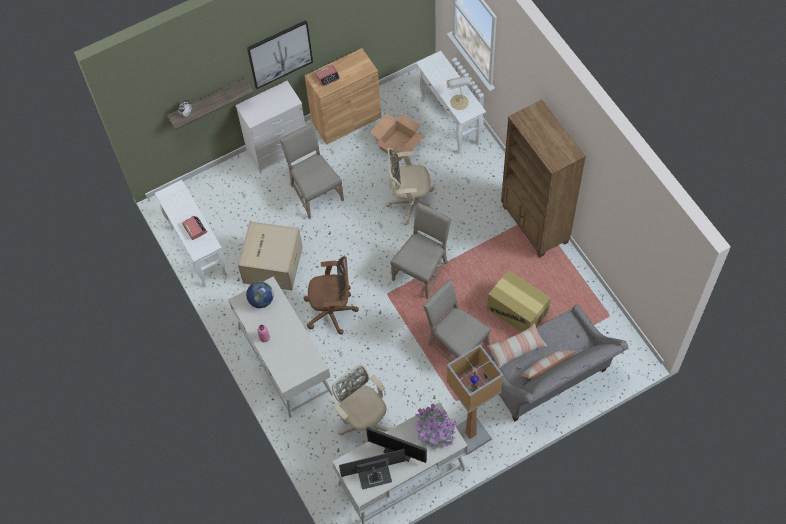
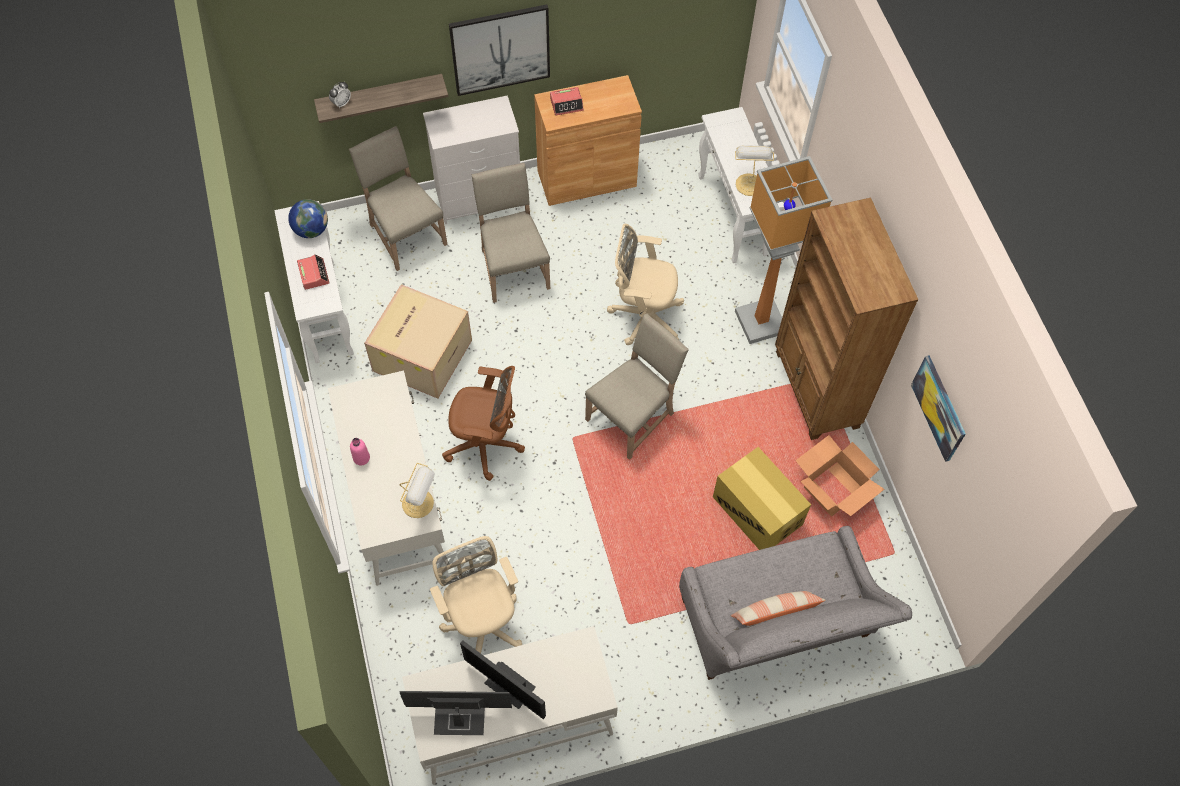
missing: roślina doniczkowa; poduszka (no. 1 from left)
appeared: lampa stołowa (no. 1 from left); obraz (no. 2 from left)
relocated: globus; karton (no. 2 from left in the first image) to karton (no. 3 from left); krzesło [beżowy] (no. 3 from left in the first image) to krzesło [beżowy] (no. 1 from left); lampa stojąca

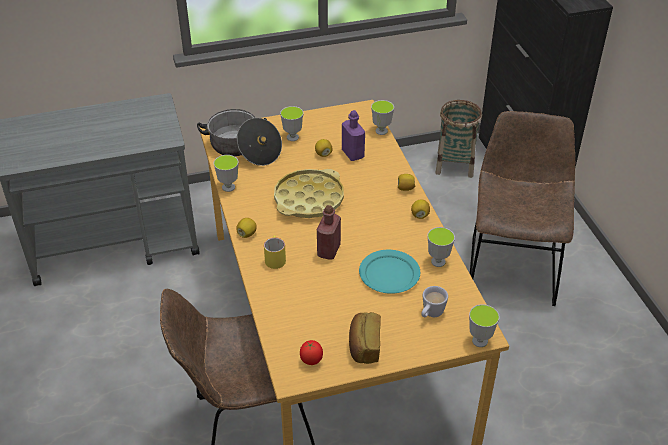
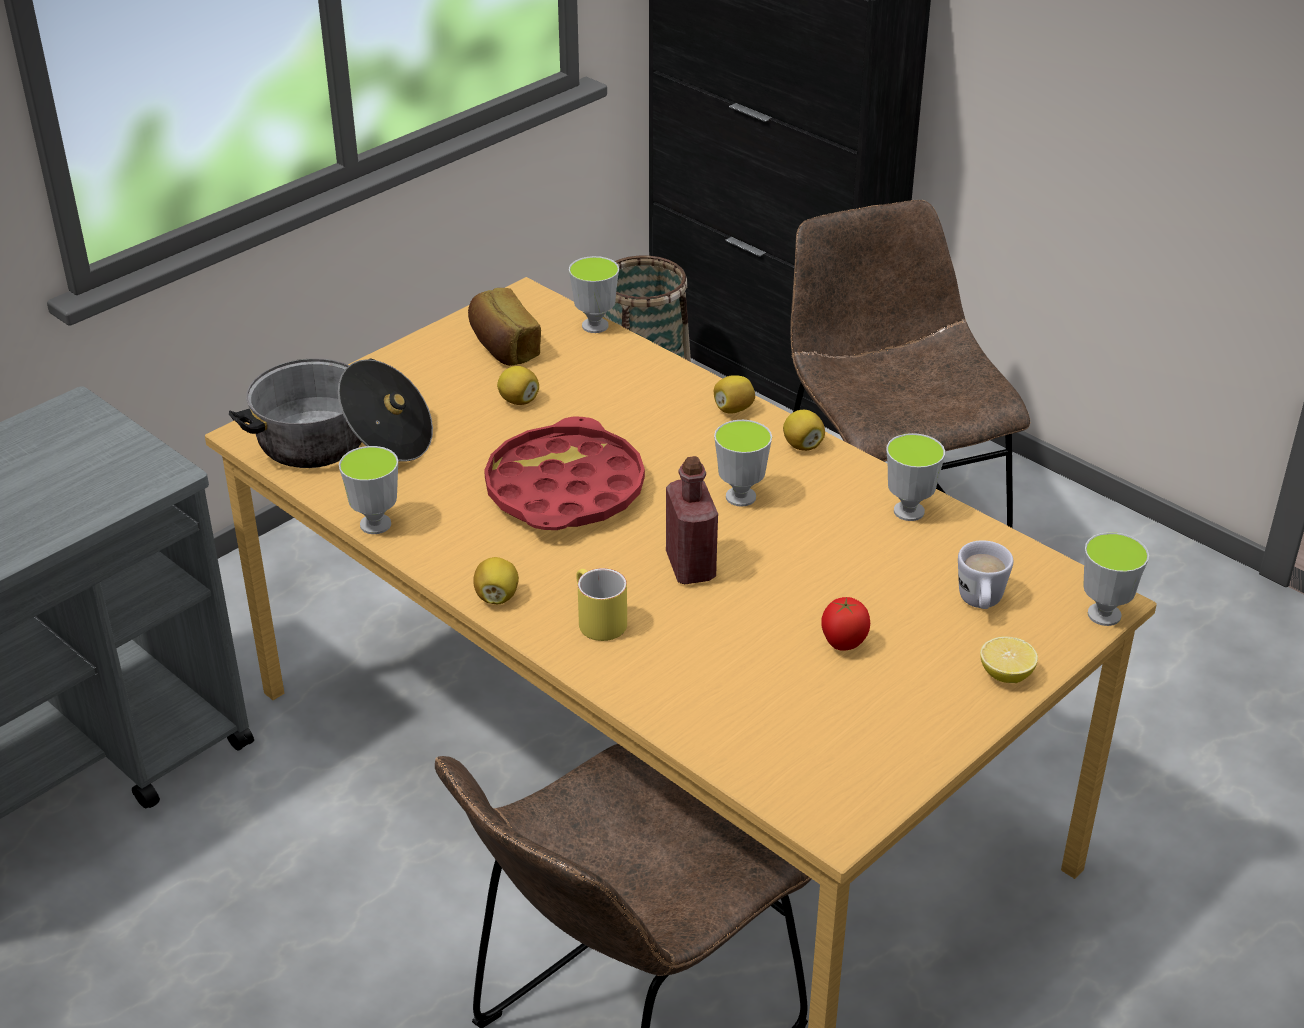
missing: butelka [fioletowy]; talerz [turkusowy]
appeared: cytryna (no. 5 from left)
relocated: filiżanka (no. 2 from left in the first image) to filiżanka (no. 3 from left); pomidor; chleb
colour: taca [żółty] to taca [czerwony]

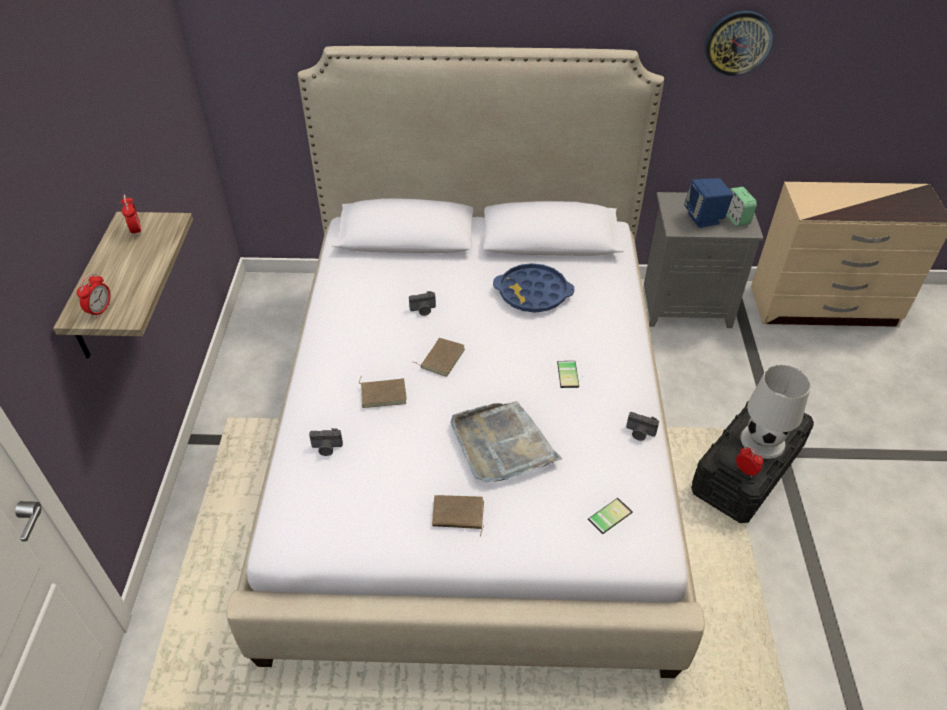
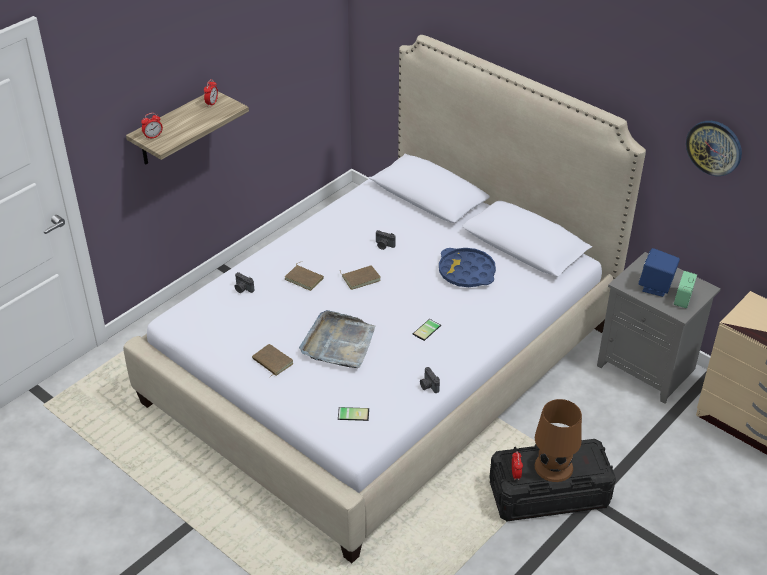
colour: lampa stołowa [biały] to lampa stołowa [brązowy]

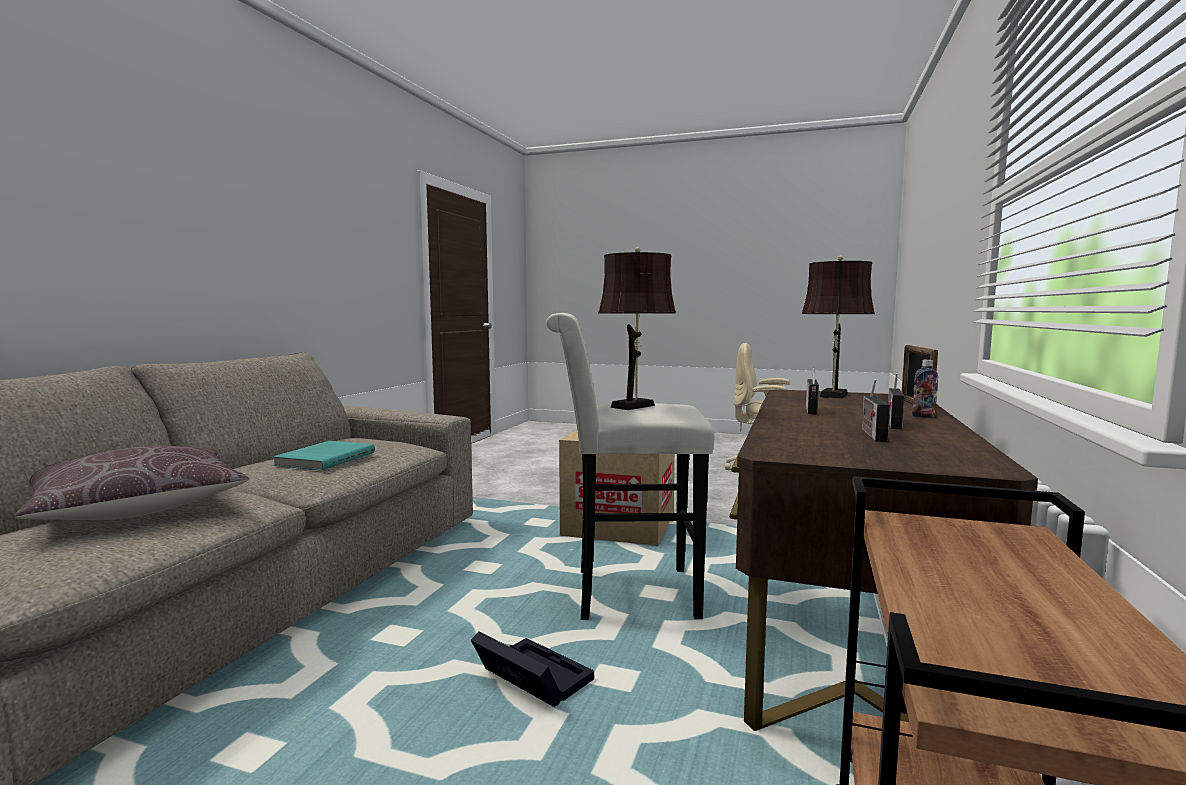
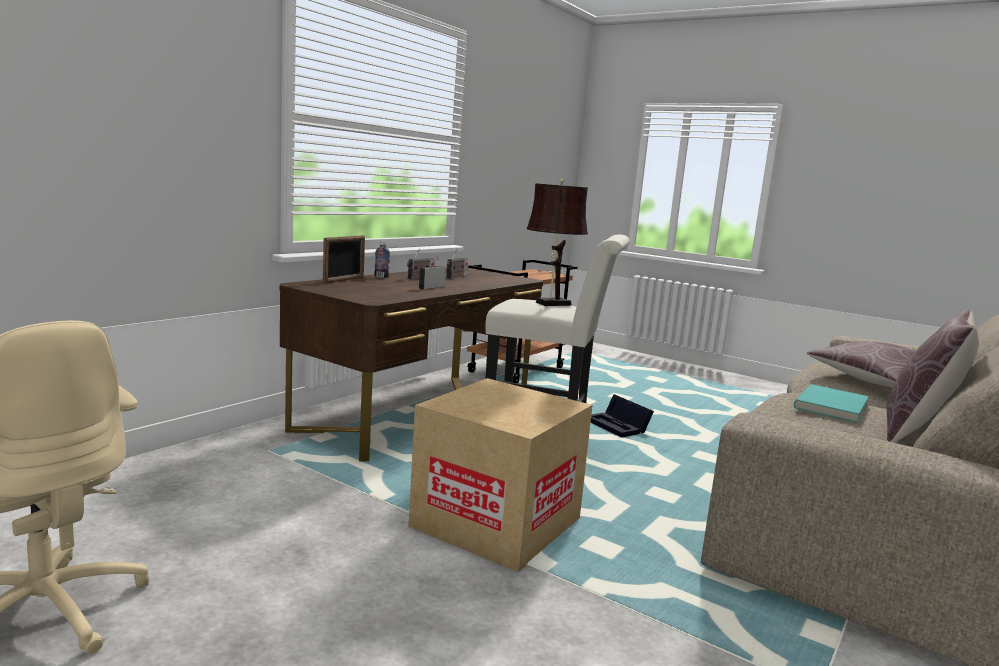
missing: lampa stołowa [brązowy] (no. 2 from left)
appeared: poduszka [brązowy] (no. 2 from left)

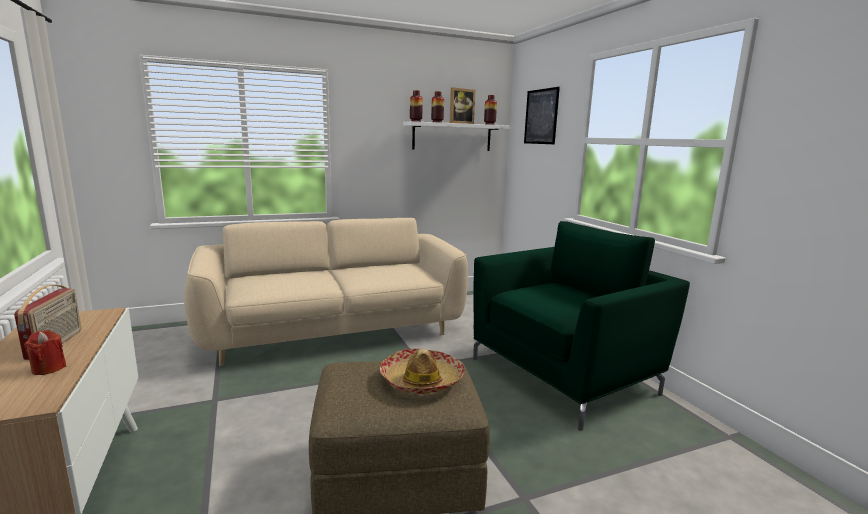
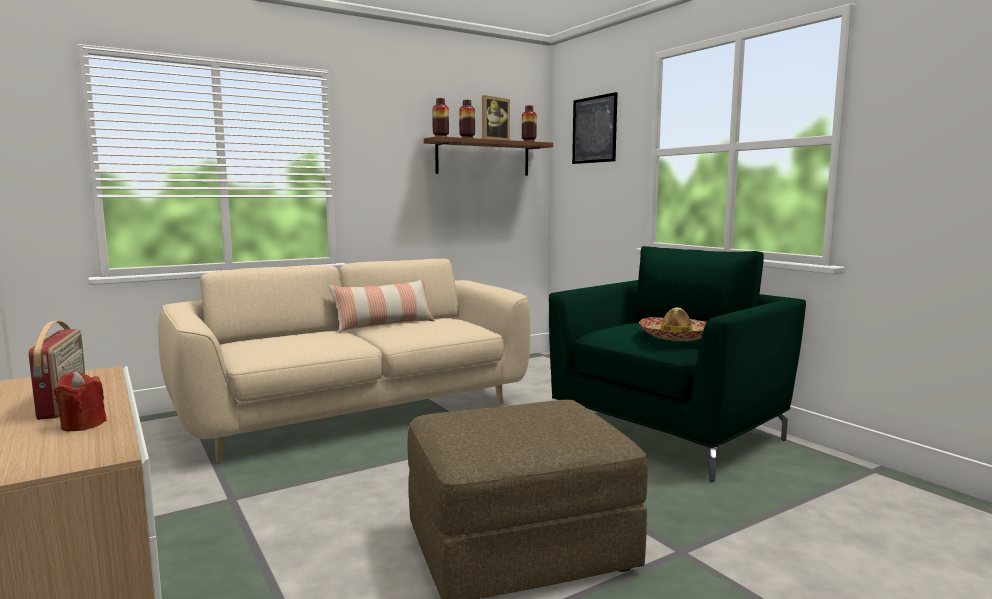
appeared: poduszka
relocated: kapelusz
colour: półka [biały] to półka [brązowy]

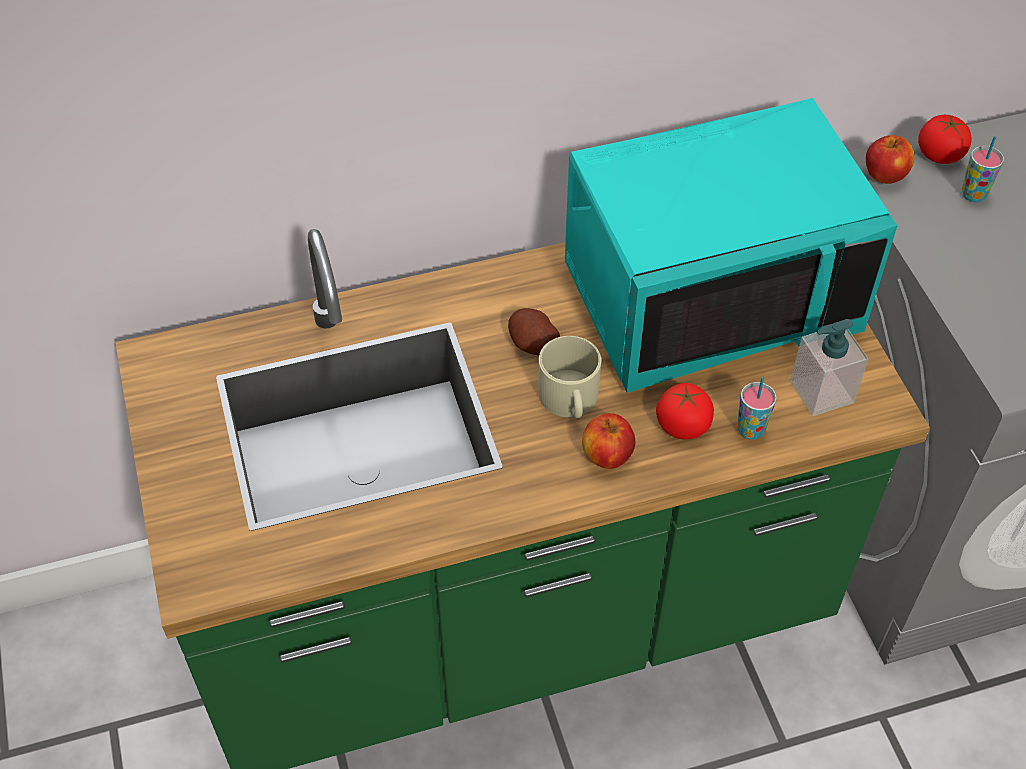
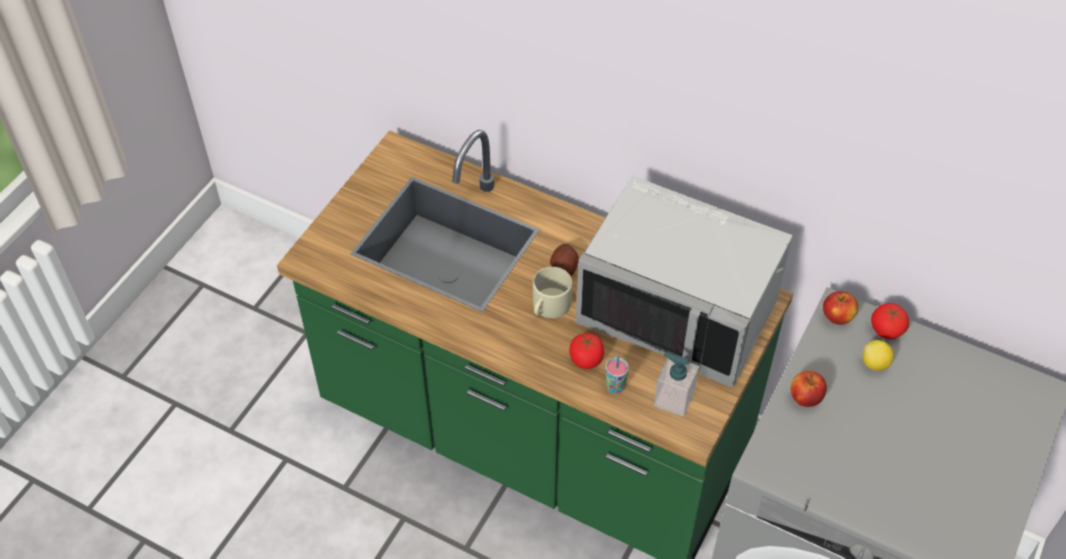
relocated: jabłko (no. 1 from left)
exchanged: filiżanka (no. 2 from left) to cytryna
colour: mikrofalówka [turkusowy] to mikrofalówka [szary]

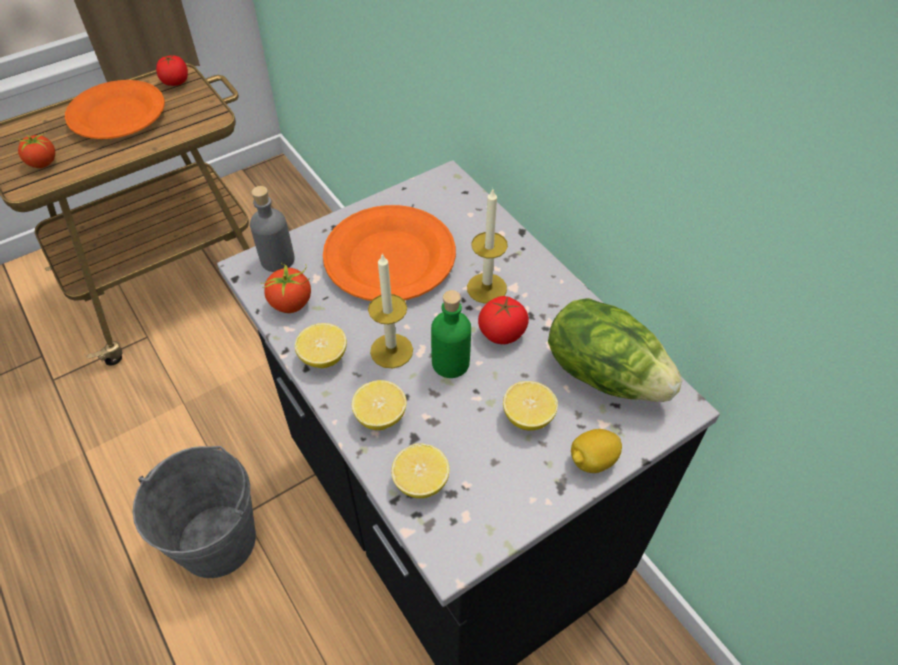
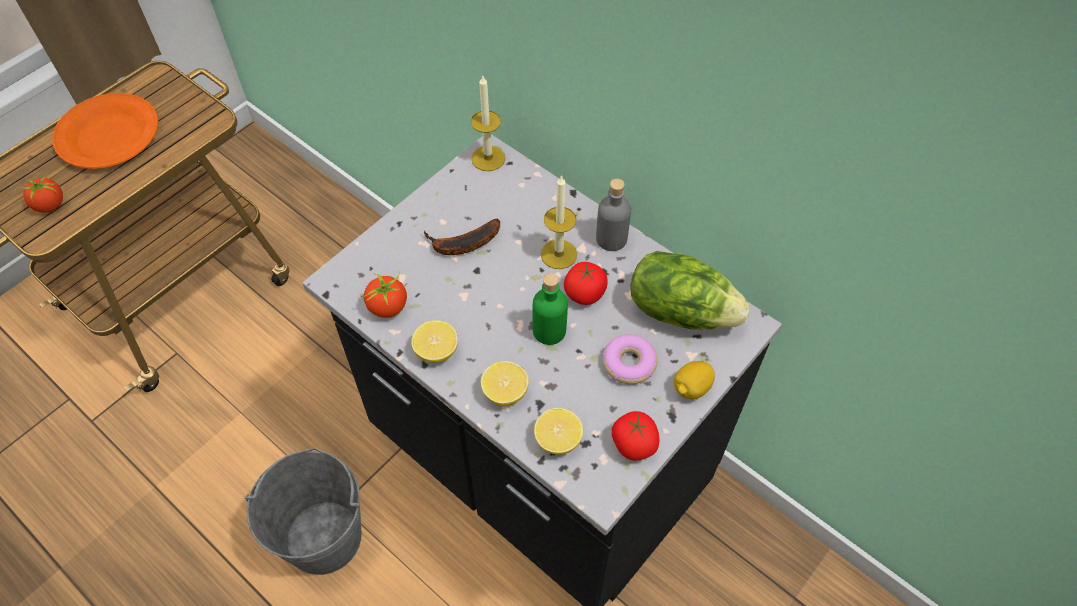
relocated: pomidor (no. 2 from left in the first image) to pomidor (no. 4 from left); butelka [szary]; świeca (no. 1 from left)
exchanged: talerz [pomarańczowy] (no. 2 from left) to banan; cytryna (no. 4 from left) to donut

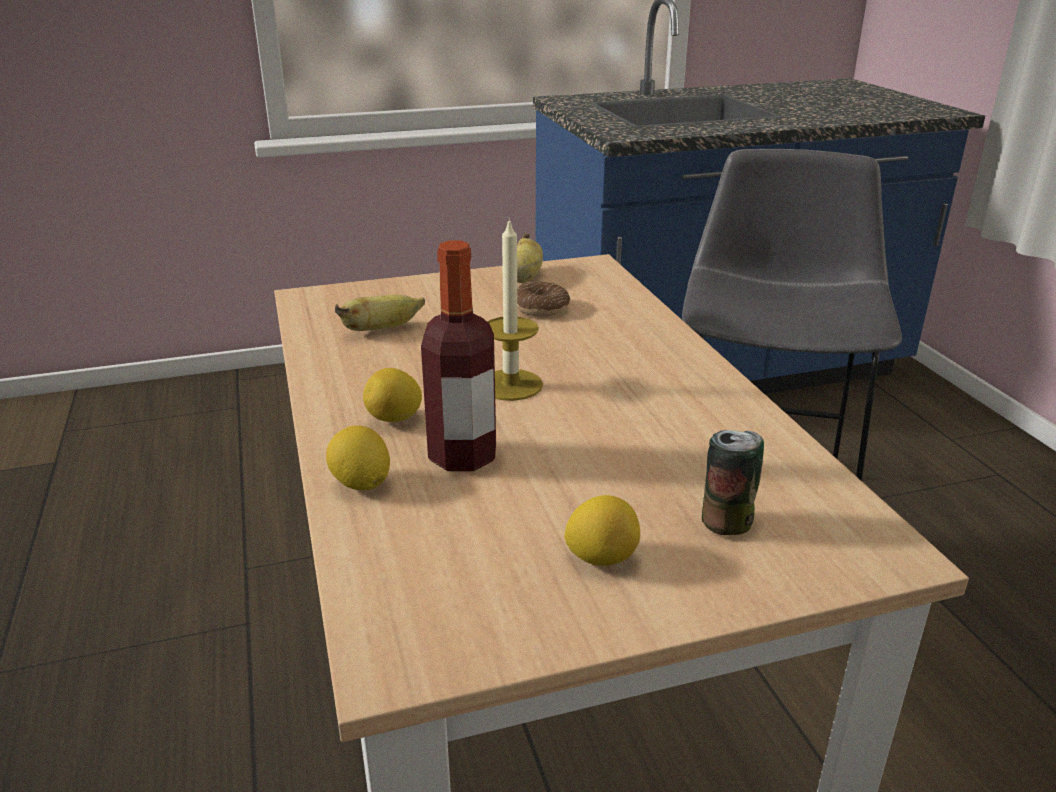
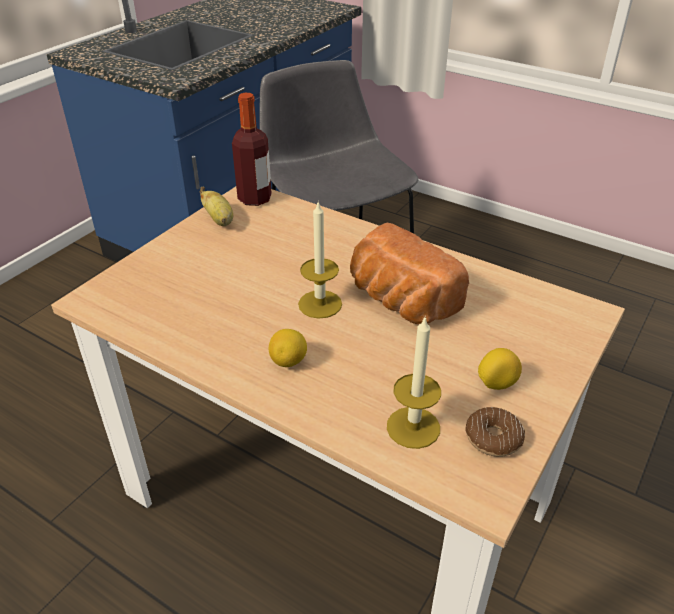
missing: cytryna (no. 1 from left); banan (no. 1 from left); puszka
appeared: chleb; świeca (no. 2 from left)
relocated: butelka; donut

